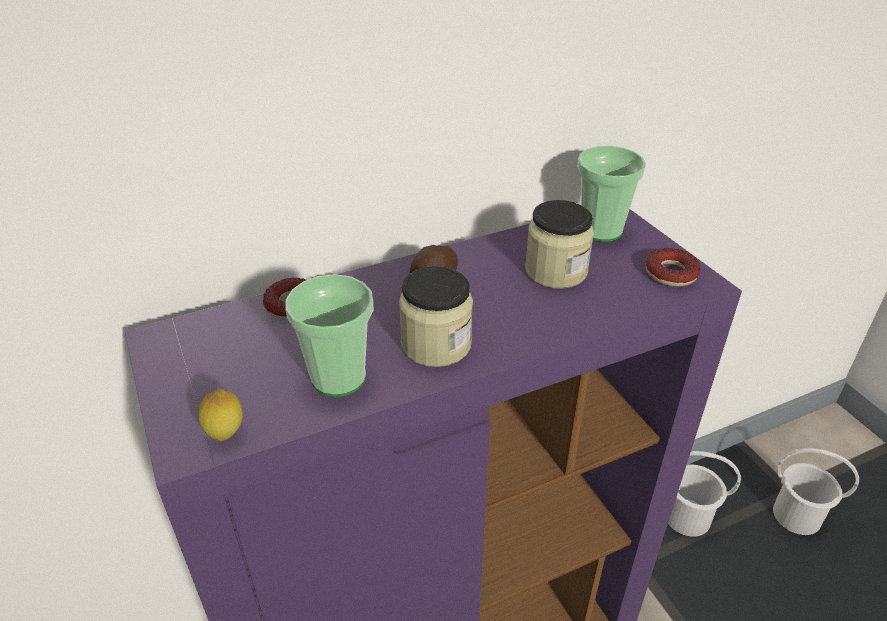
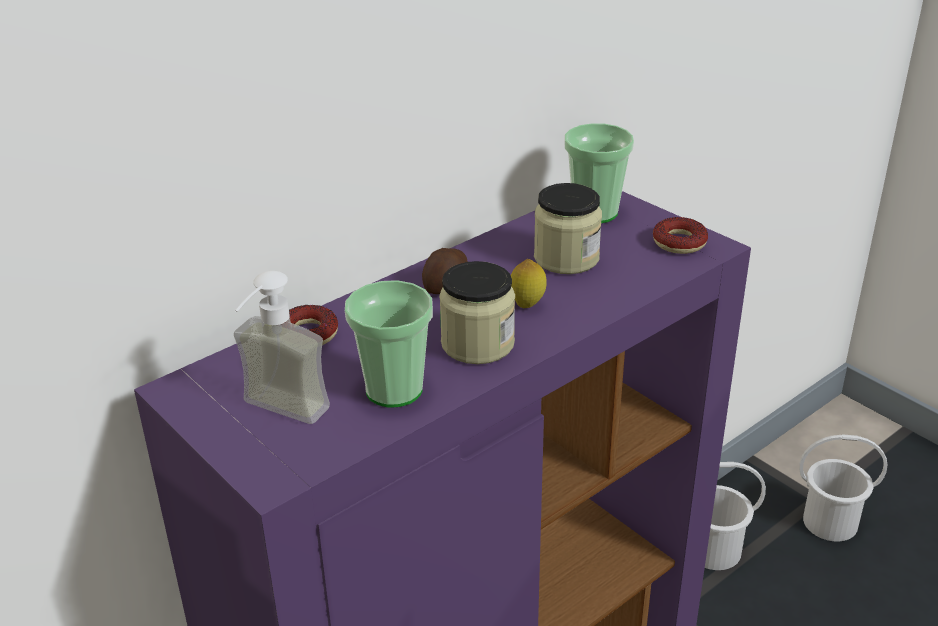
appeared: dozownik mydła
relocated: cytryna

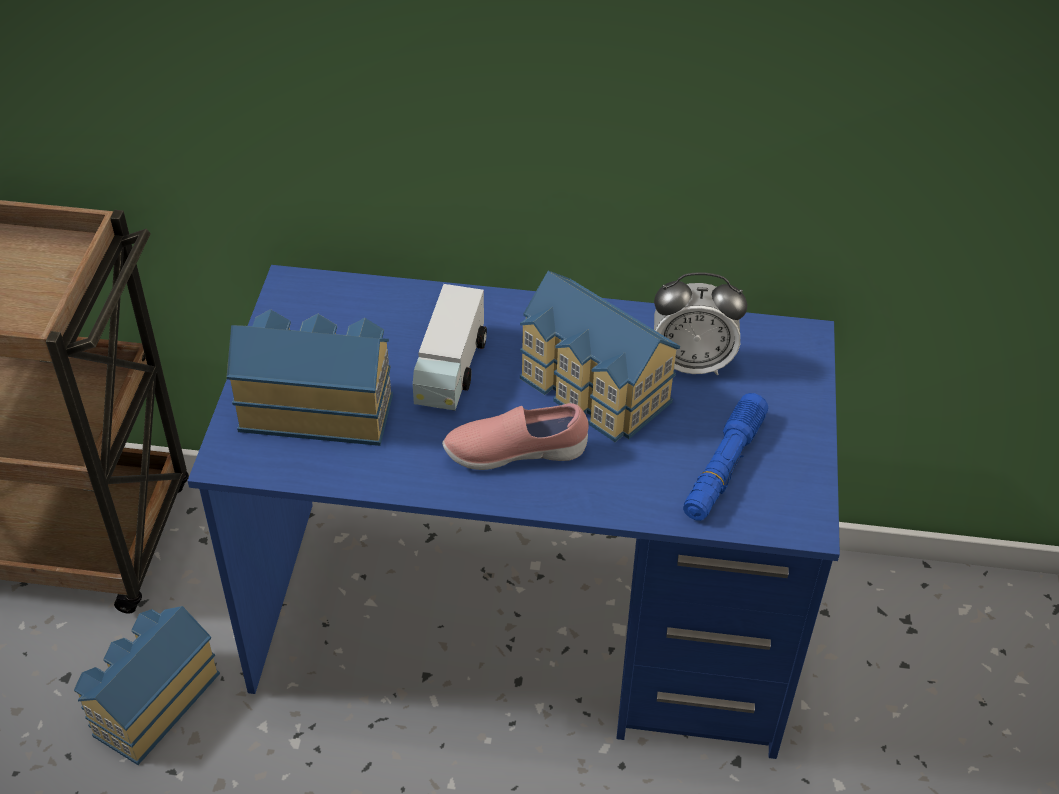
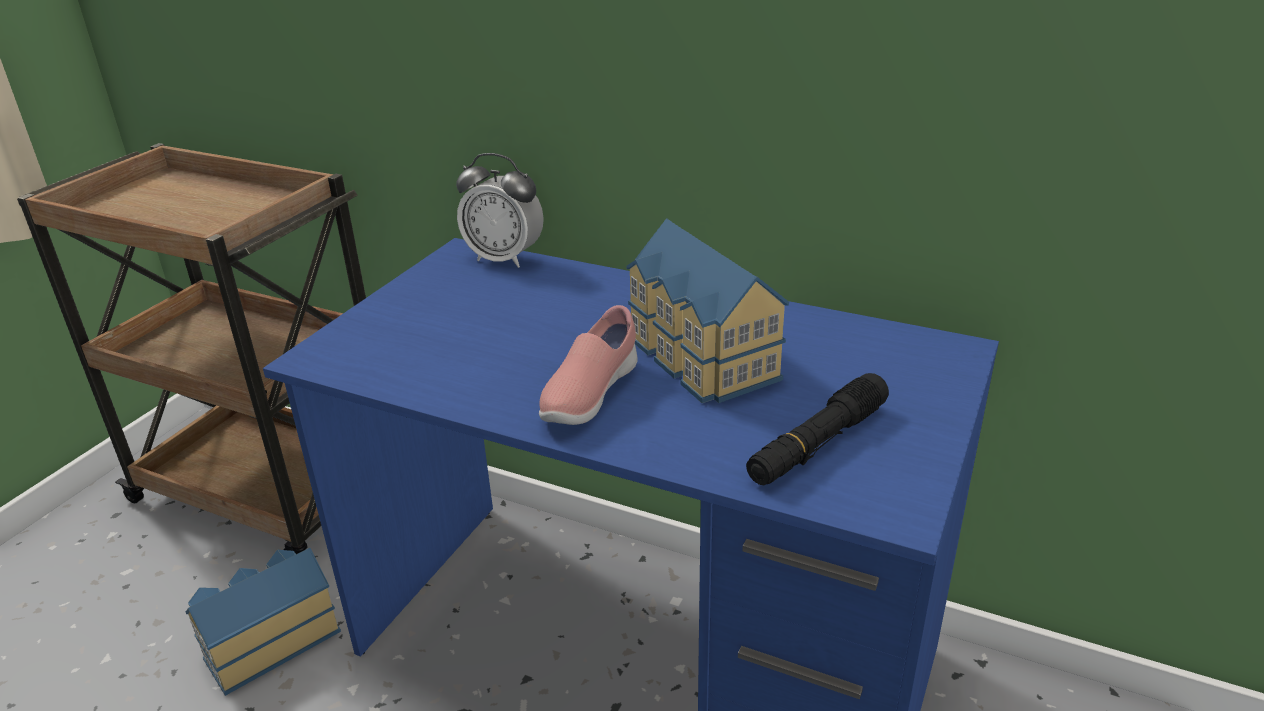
missing: domek (no. 2 from left); ciężarówka zabawkowa
relocated: budzik
colour: latarka [niebieski] to latarka [czarny]
spun: but [różowy] 75 degrees counterclockwise

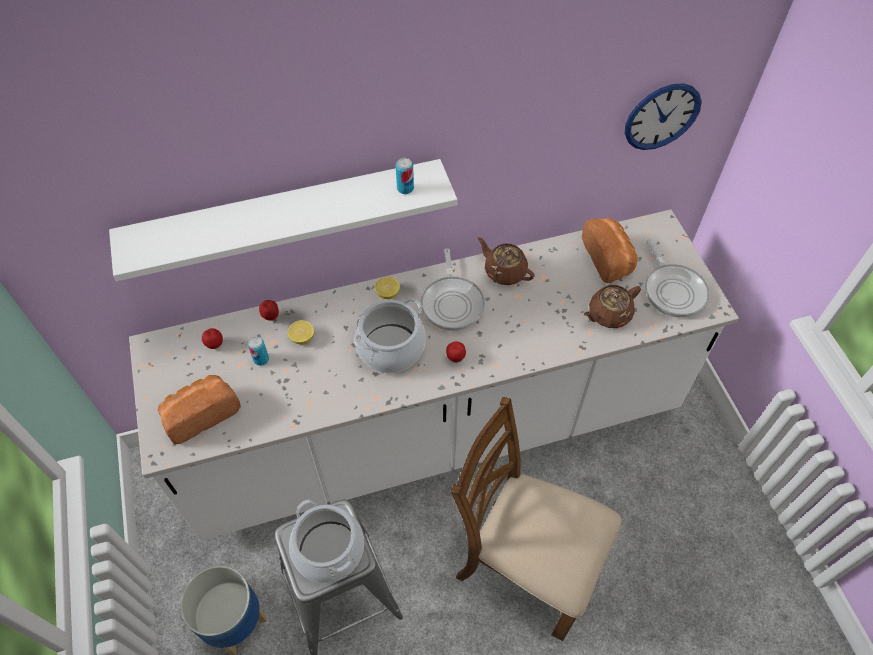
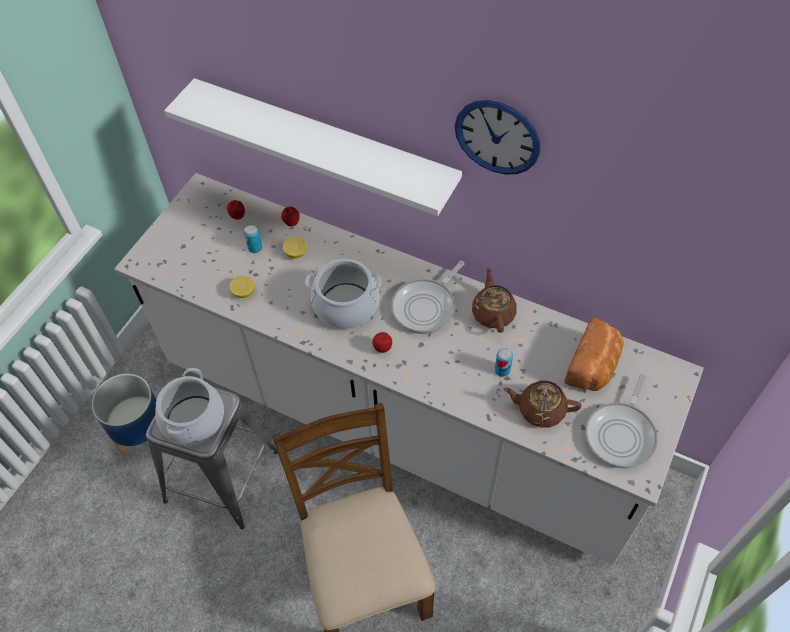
missing: chleb (no. 1 from left)
relocated: cytryna (no. 2 from left in the first image) to cytryna (no. 1 from left); puszka (no. 2 from left); zegar ścienny

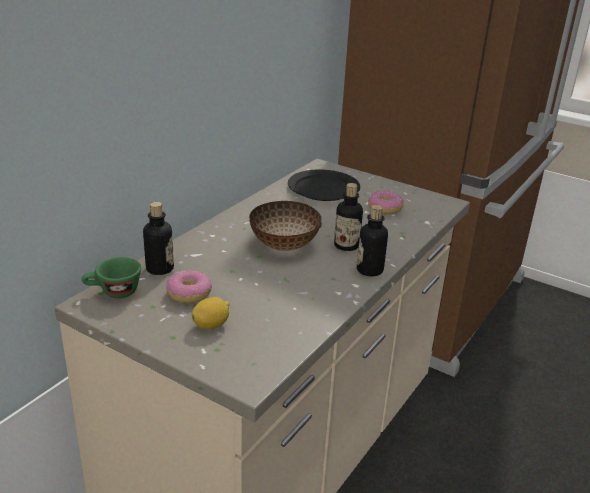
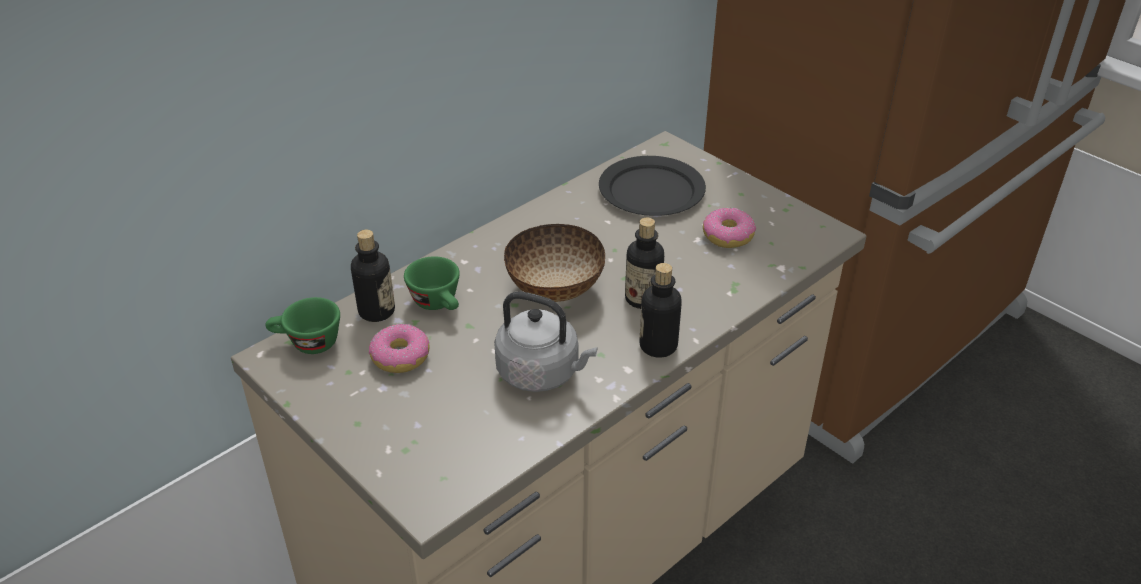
missing: cytryna
appeared: filiżanka [zielony] (no. 2 from left); czajnik [szary]

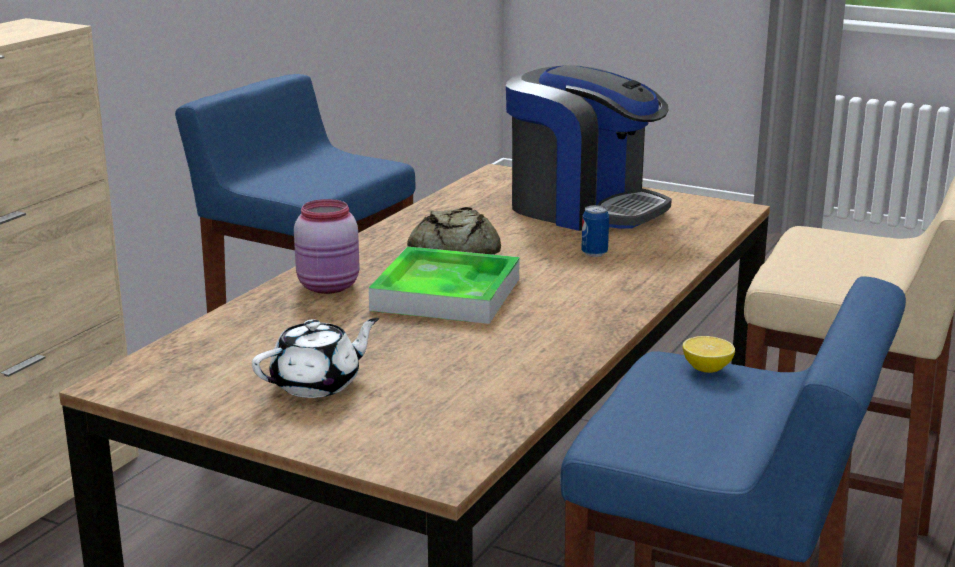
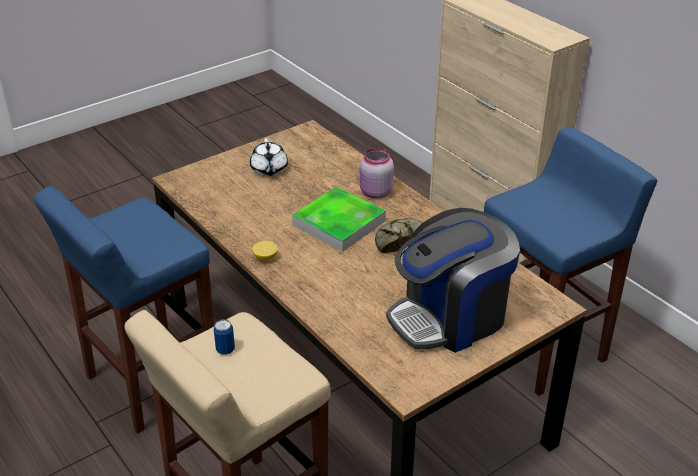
relocated: puszka; cytryna

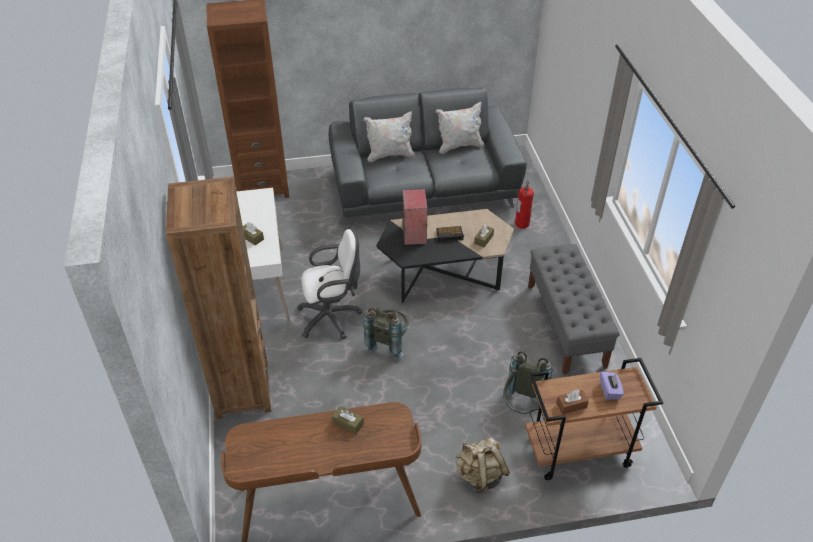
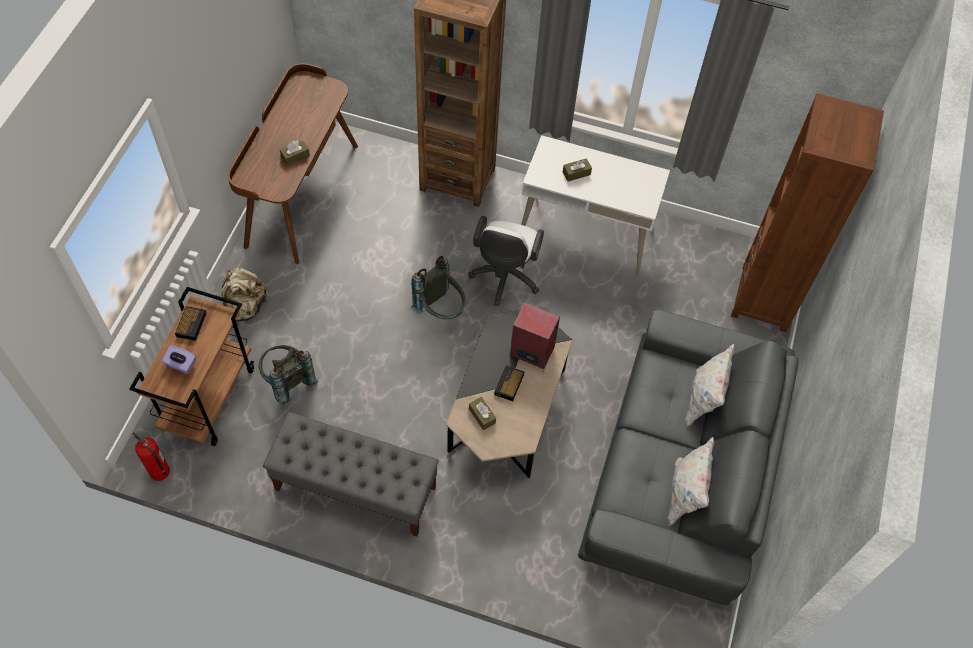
relocated: gaśnica
exchanged: pudełko chusteczek [brązowy] (no. 4 from left) to budzik (no. 1 from left)

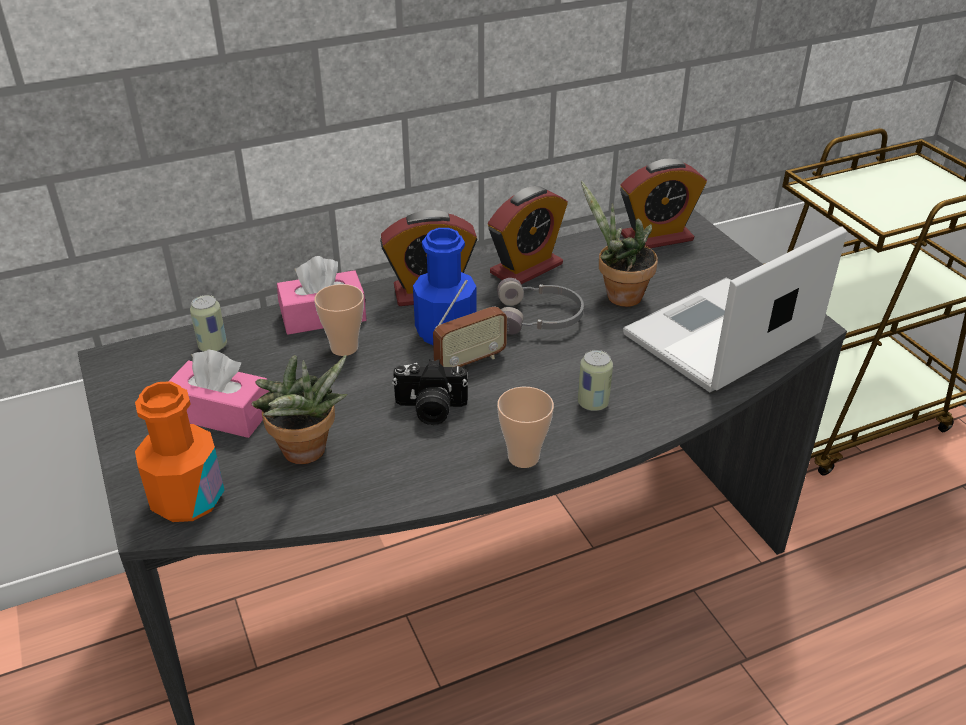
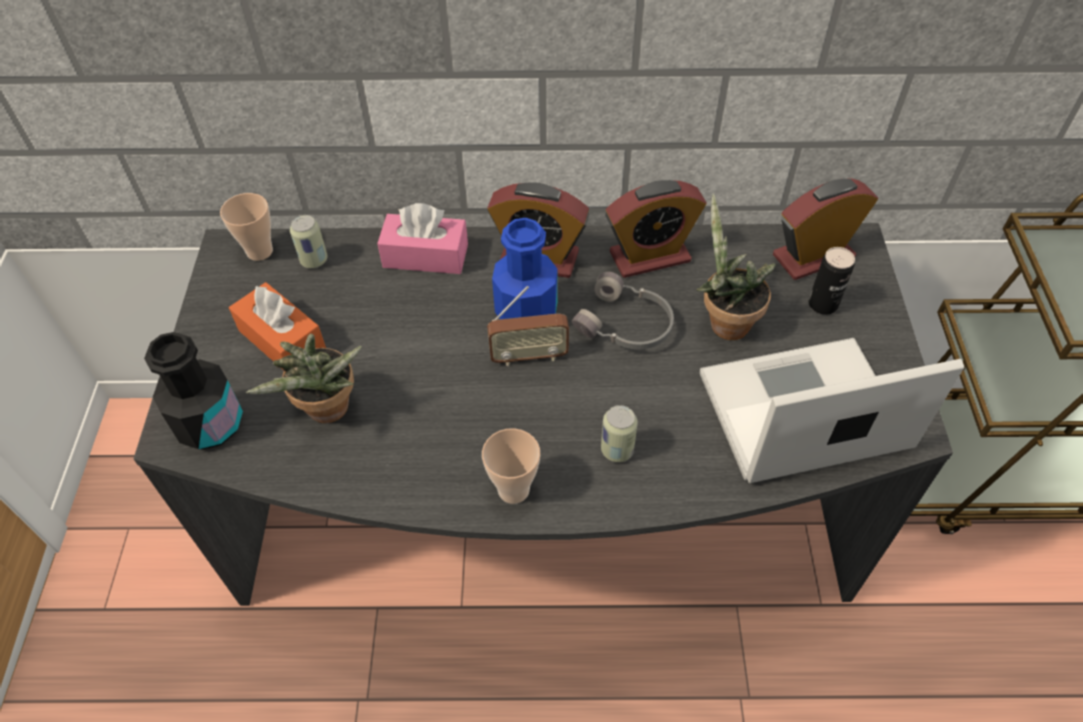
missing: aparat fotograficzny
appeared: puszka (no. 3 from left)
relocated: filiżanka (no. 1 from left)
colour: butelka [pomarańczowy] to butelka [czarny]; pudełko chusteczek [różowy] (no. 1 from left) to pudełko chusteczek [pomarańczowy]
spun: budzik (no. 3 from left) 150 degrees clockwise

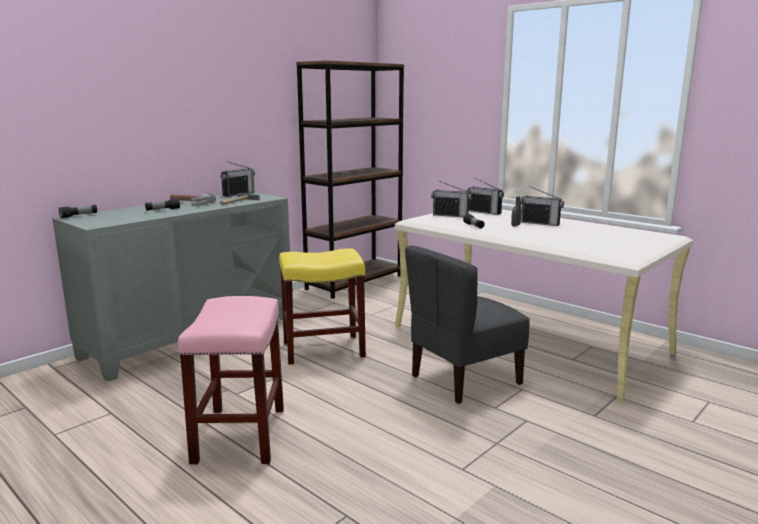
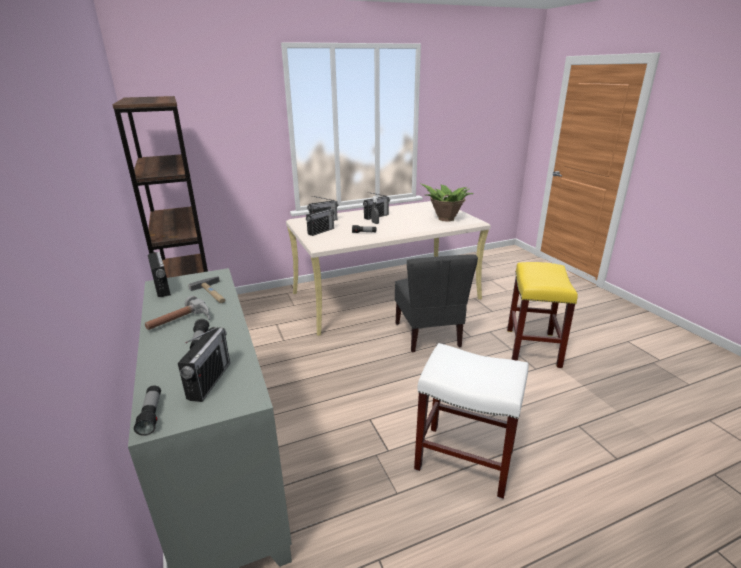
appeared: radio (no. 2 from left); roślina doniczkowa
relocated: stołek [żółty]
colour: stołek [różowy] to stołek [biały]

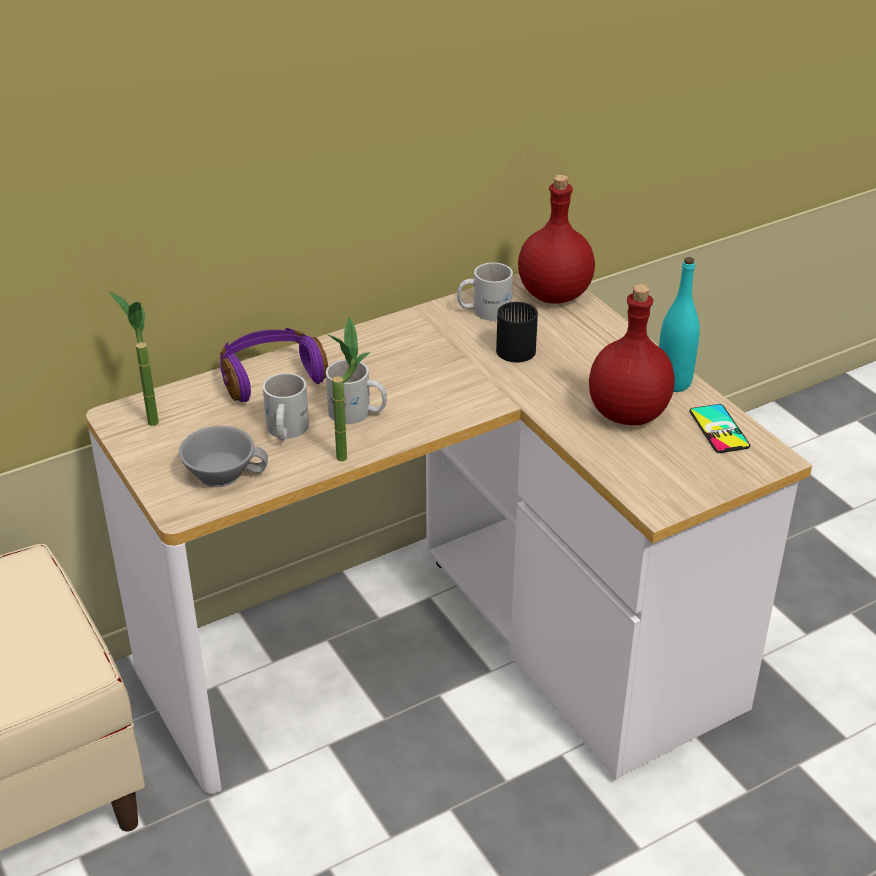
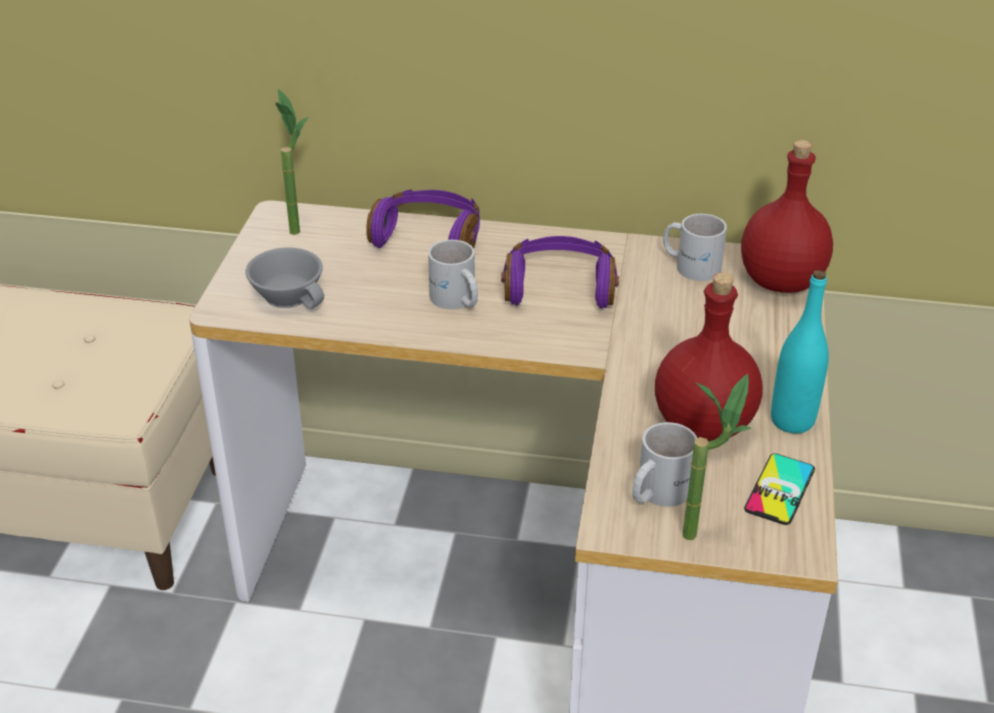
missing: kubek [czarny]
appeared: słuchawki [fioletowy] (no. 2 from left)
relocated: kubek [biały] (no. 1 from left in the first image) to kubek [biały] (no. 2 from left); roślina doniczkowa (no. 2 from left)

